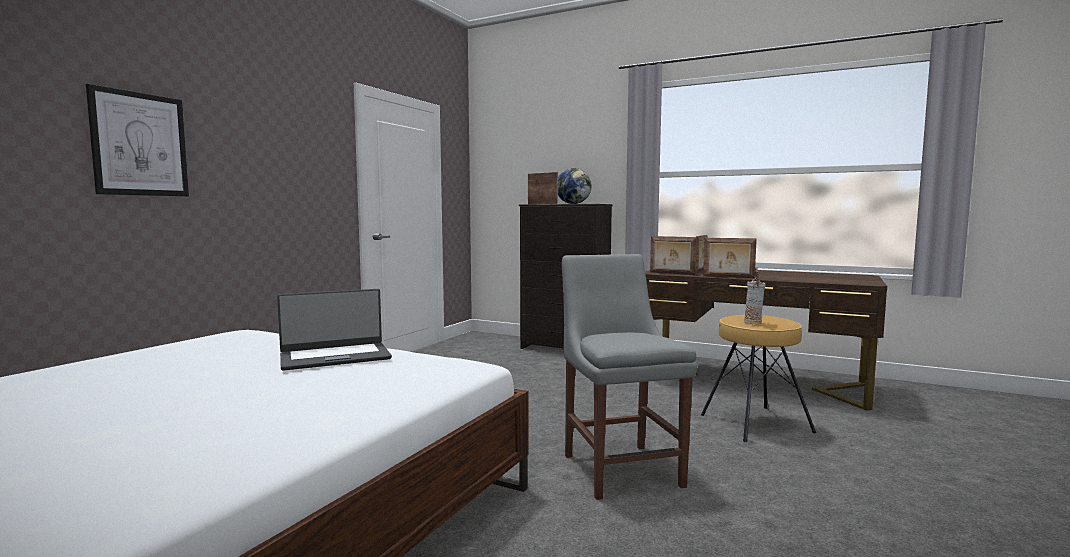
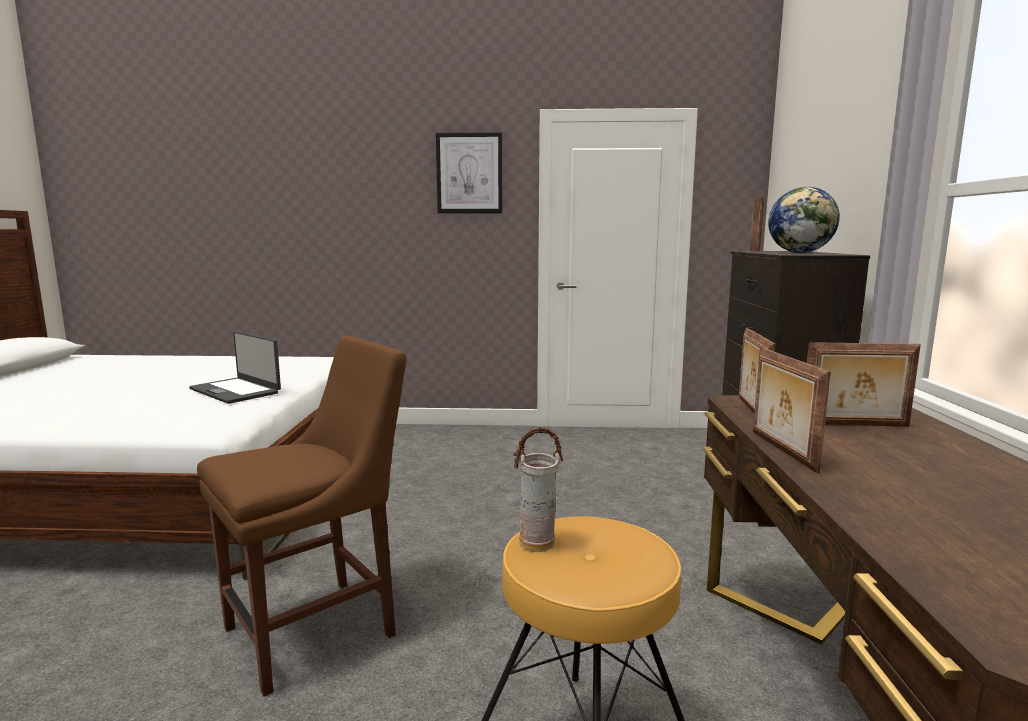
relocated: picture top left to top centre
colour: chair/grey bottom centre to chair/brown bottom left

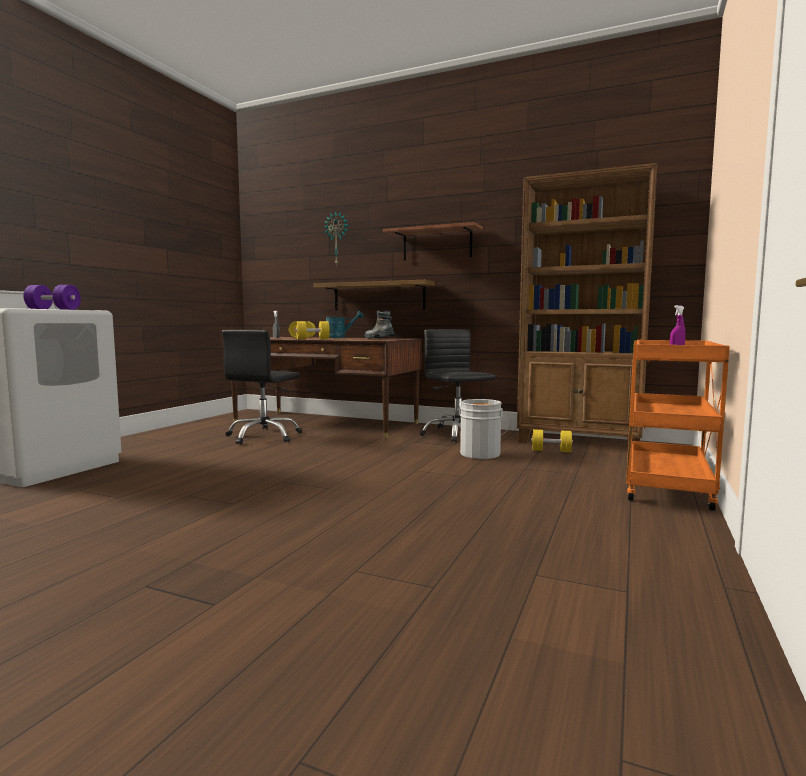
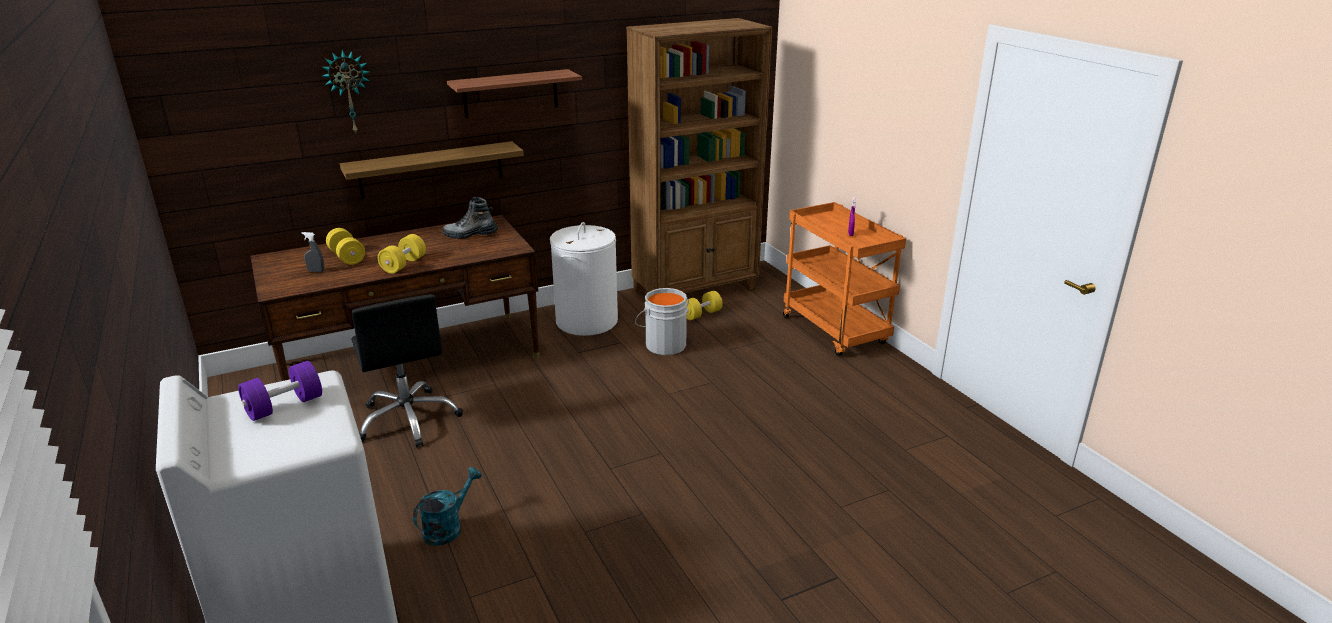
relocated: watering can/turquoise centre to bottom centre
exchanged: office chair/black (no. 2 from left) centre to laundry basket/white centre

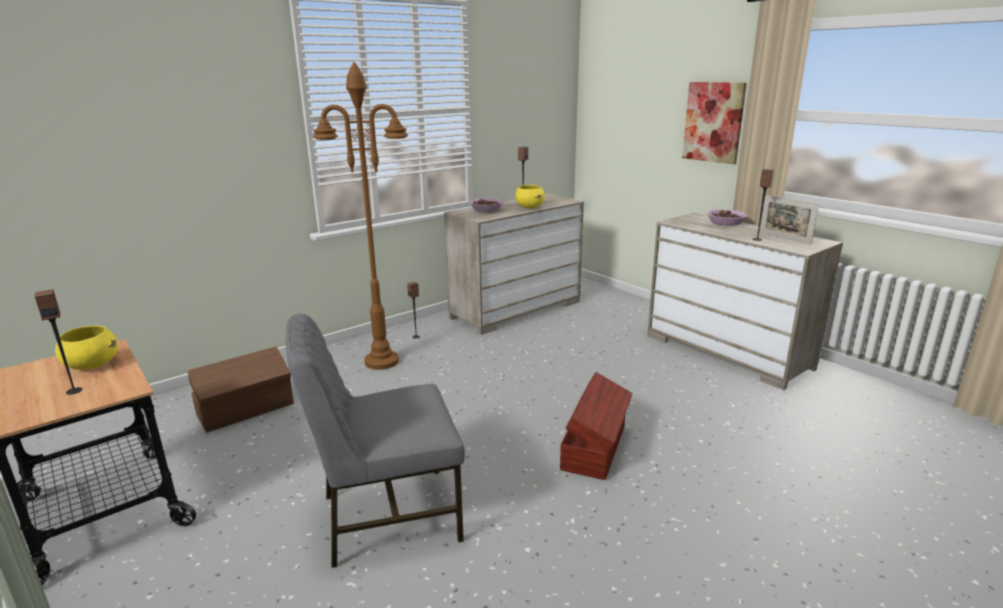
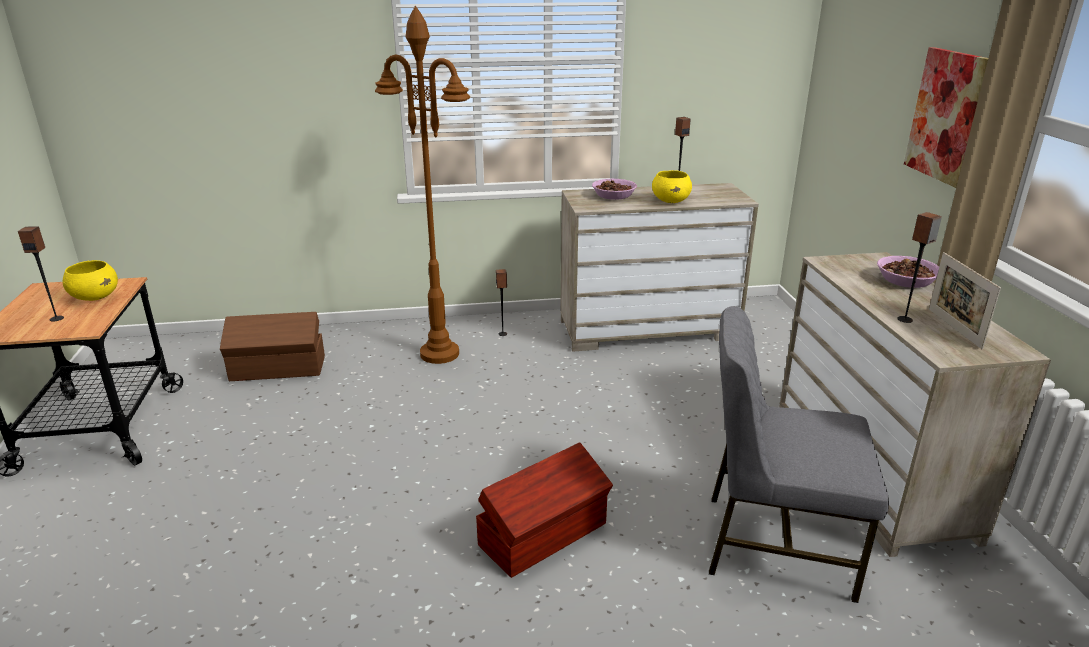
relocated: chair/grey bottom centre to bottom right

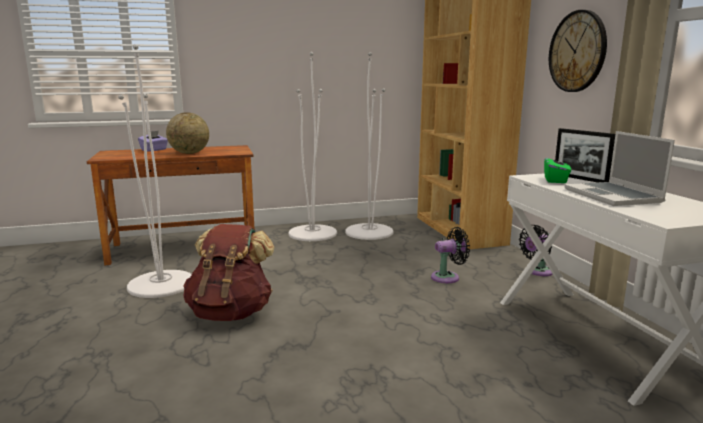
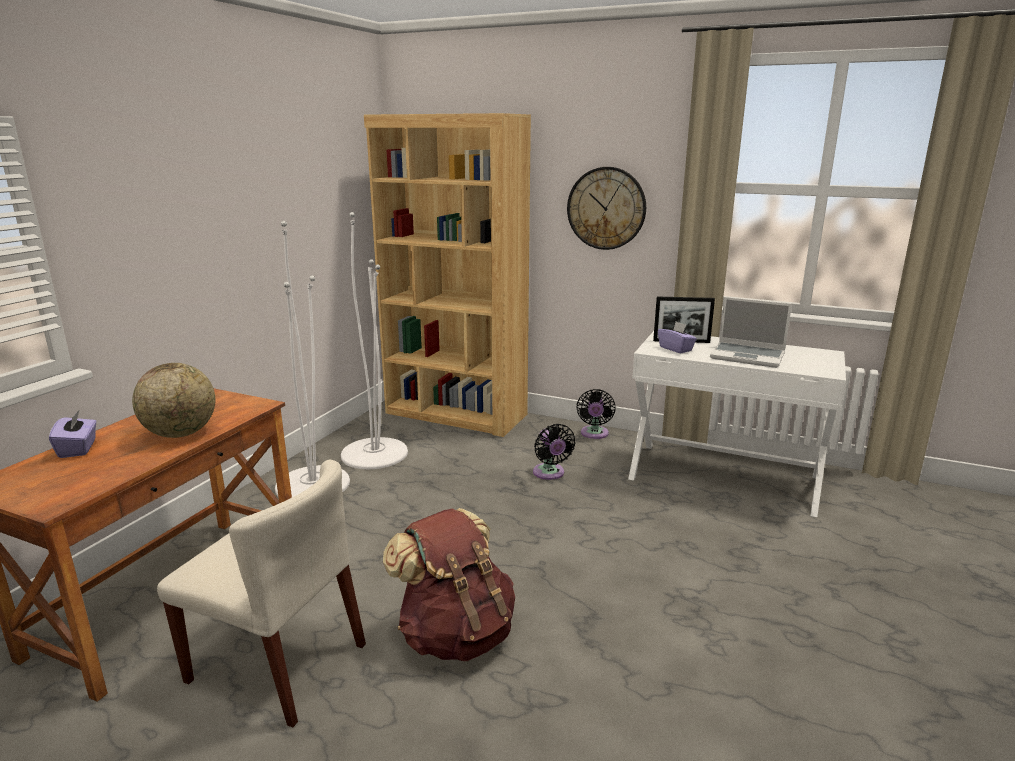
exchanged: floor lamp/white (no. 1 from left) middle left to chair/beige bottom left
colour: tissue box/green middle right to tissue box/purple (no. 2 from left) middle right
spun: fan/black (no. 1 from left) centre = centre 135 degrees clockwise

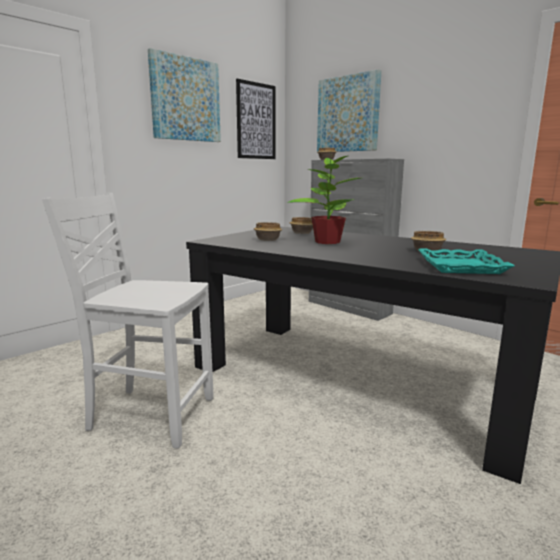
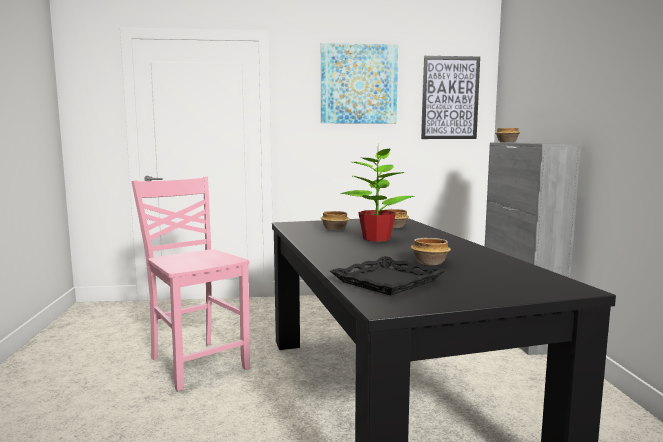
missing: picture (no. 3 from left) top centre
colour: chair/white middle left to chair/pink middle left; tray/turquoise middle right to tray/black centre

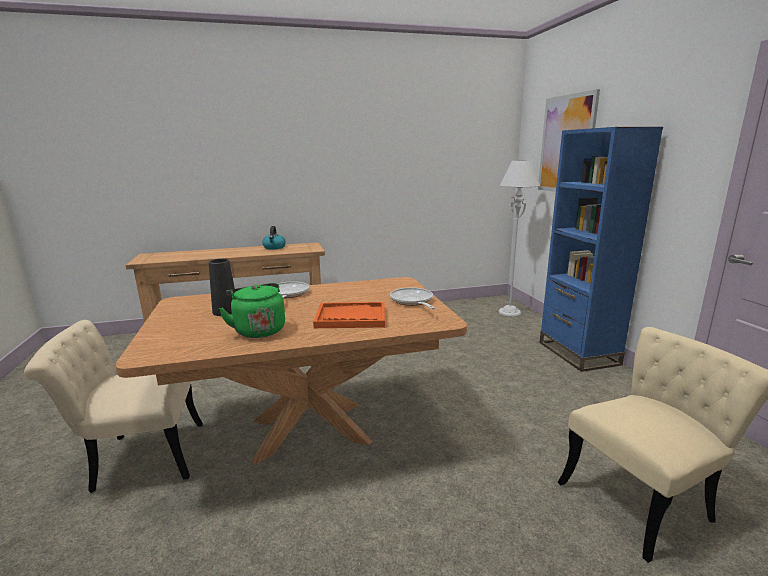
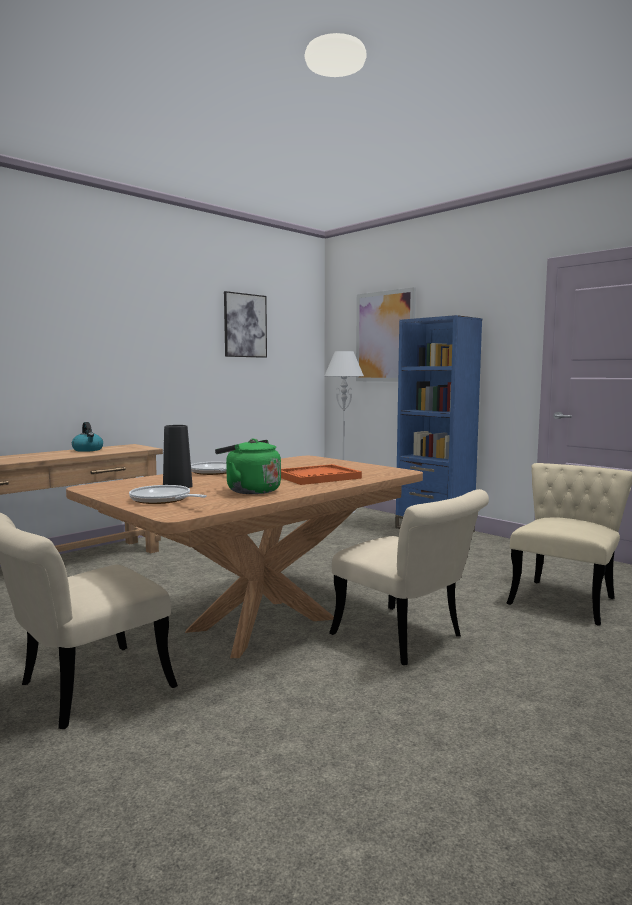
appeared: picture (no. 1 from left) centre; chair/beige (no. 2 from left) centre
relocated: frying pan (no. 2 from left in the first image) centre to frying pan (no. 1 from left) middle left

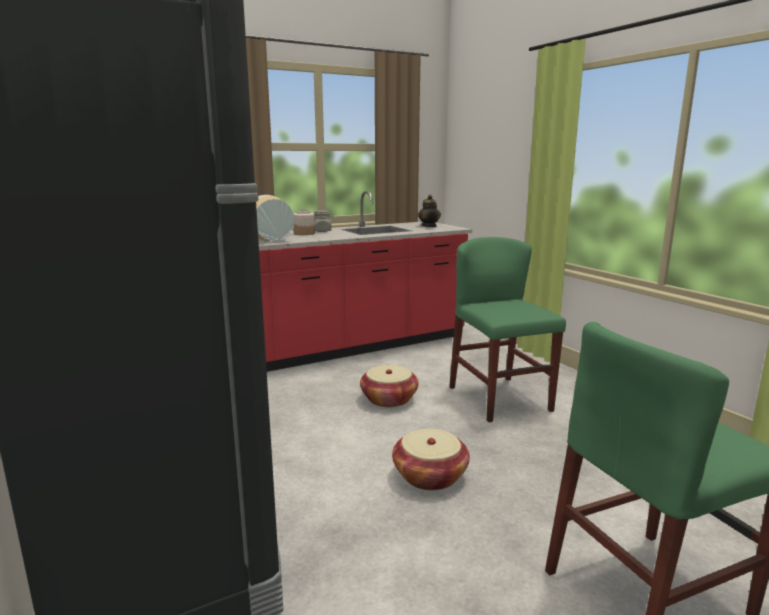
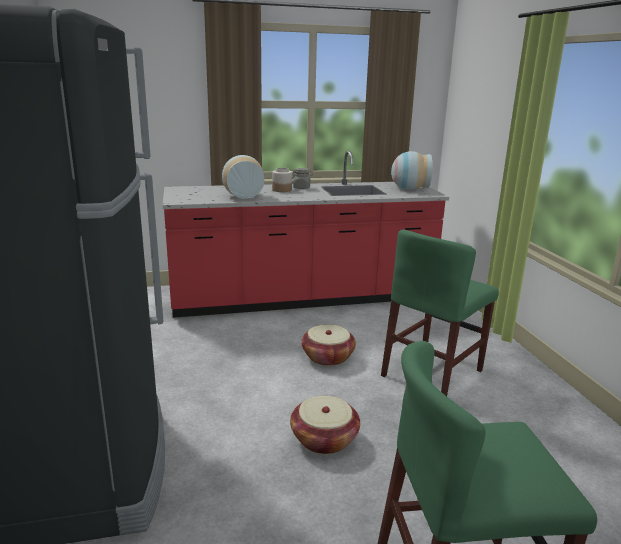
exchanged: teapot centre to vase (no. 2 from left) top centre
spun: chair/green (no. 1 from left) centre = middle right 135 degrees counterclockwise

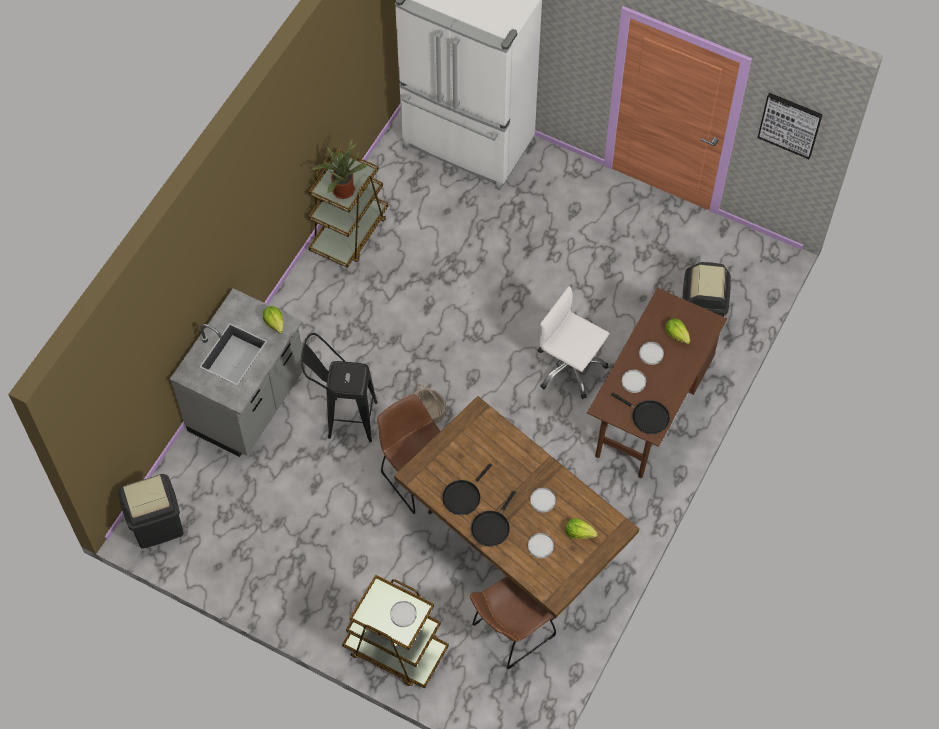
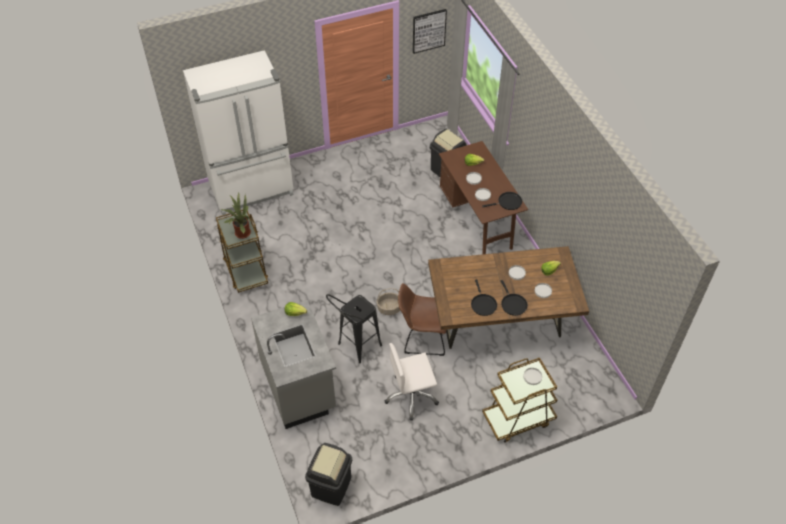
missing: chair/brown (no. 2 from left) bottom centre
relocated: office chair/white centre to bottom centre

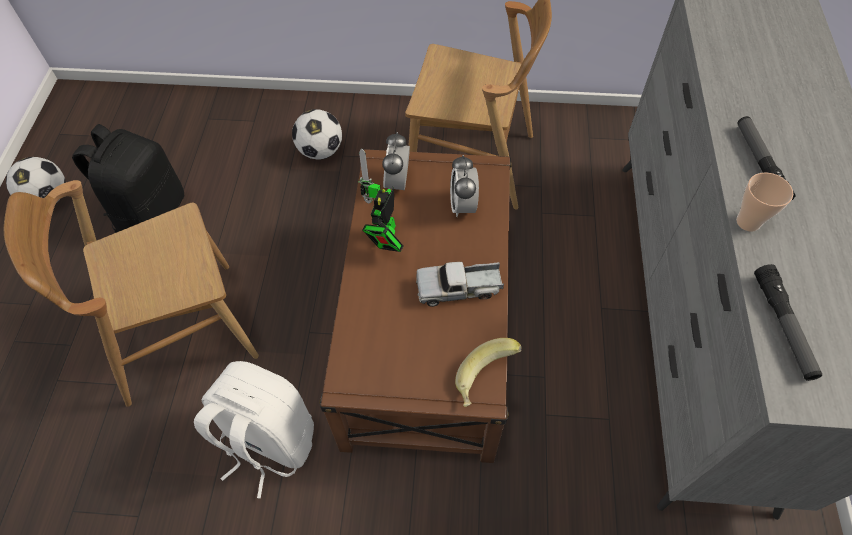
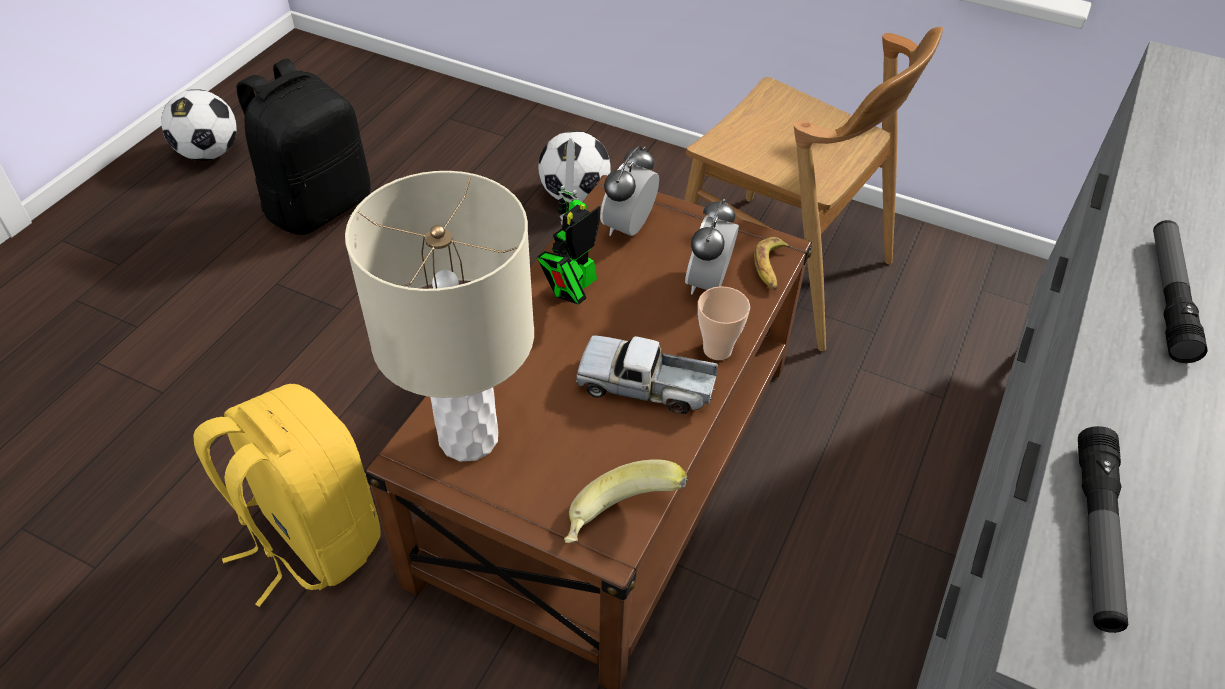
missing: chair/brown (no. 1 from left) middle left
appeared: table lamp/beige centre; banana (no. 2 from left) centre
relocated: cup middle right to centre
colour: backpack/white bottom left to backpack/yellow bottom left

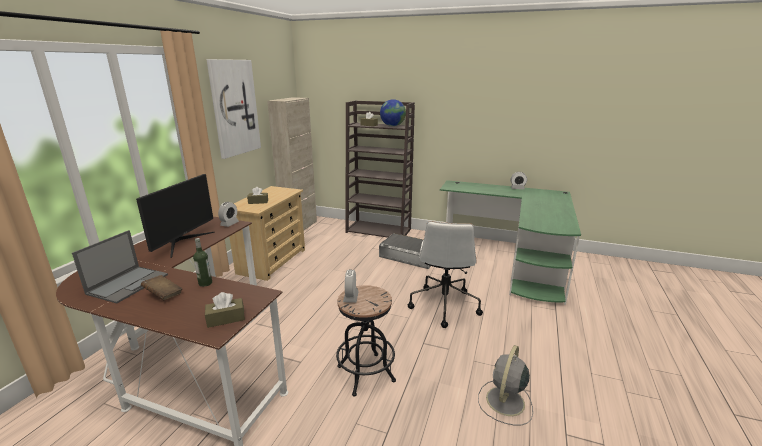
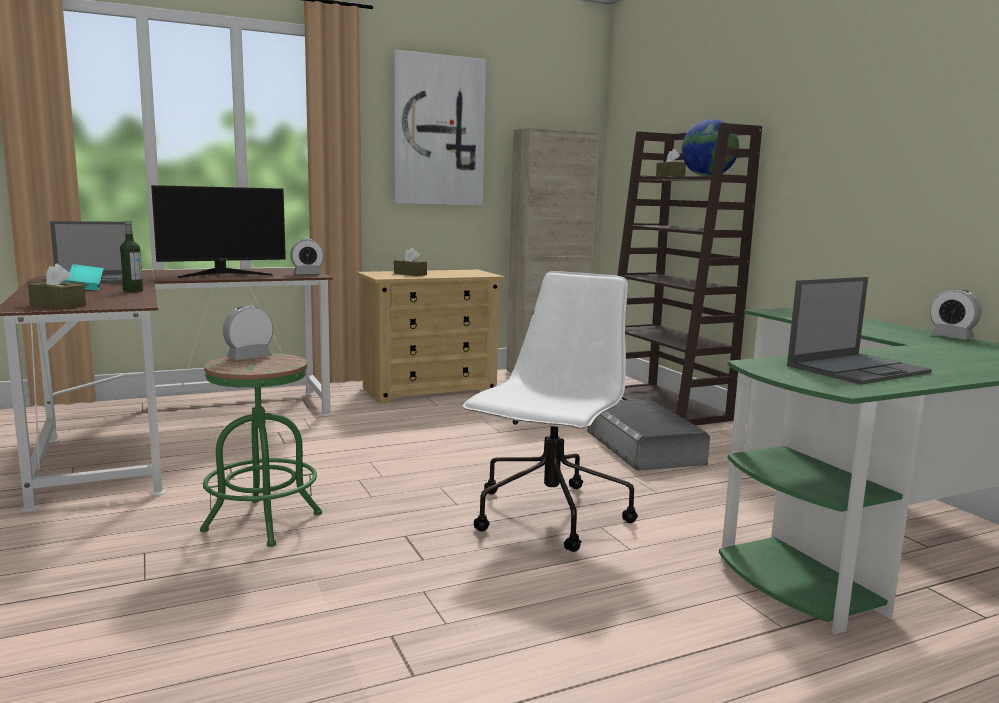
missing: fan/grey bottom centre
appeared: laptop (no. 2 from left) middle right
colour: book/brown middle left to book/turquoise middle left; stool/black bottom centre to stool/green middle left
spun: office chair/white centre = centre 150 degrees clockwise

